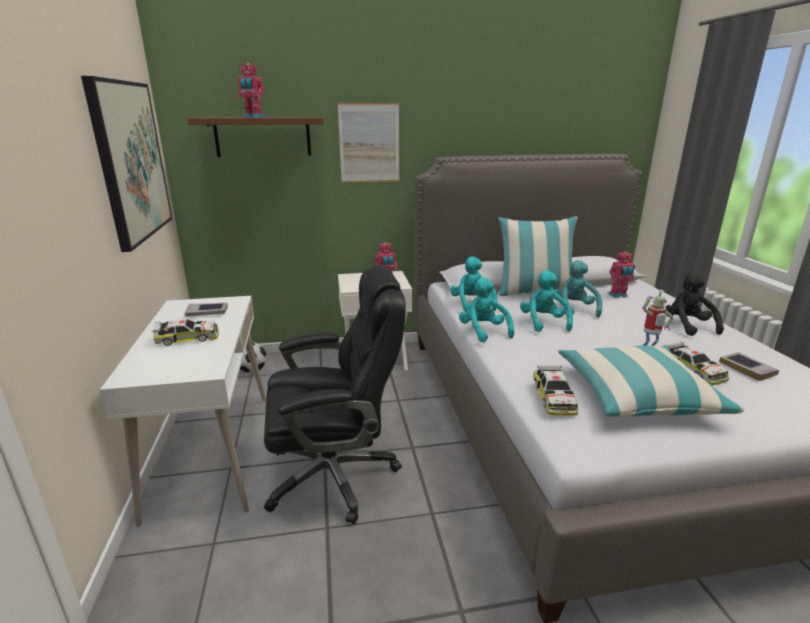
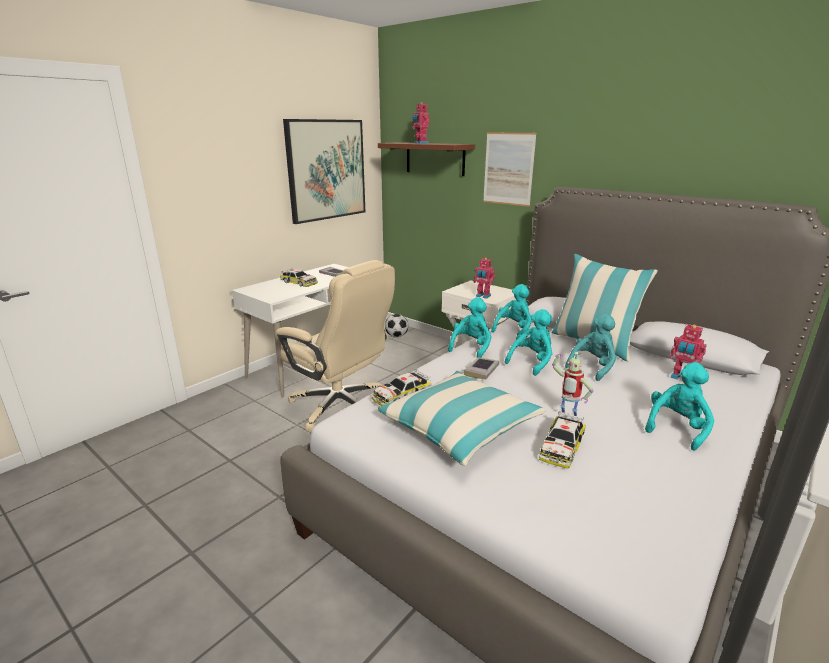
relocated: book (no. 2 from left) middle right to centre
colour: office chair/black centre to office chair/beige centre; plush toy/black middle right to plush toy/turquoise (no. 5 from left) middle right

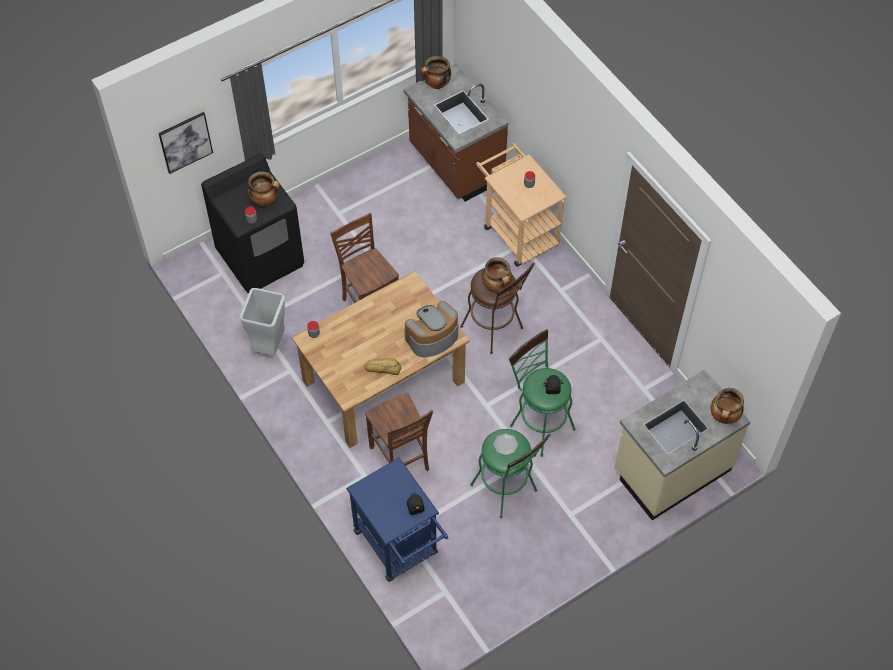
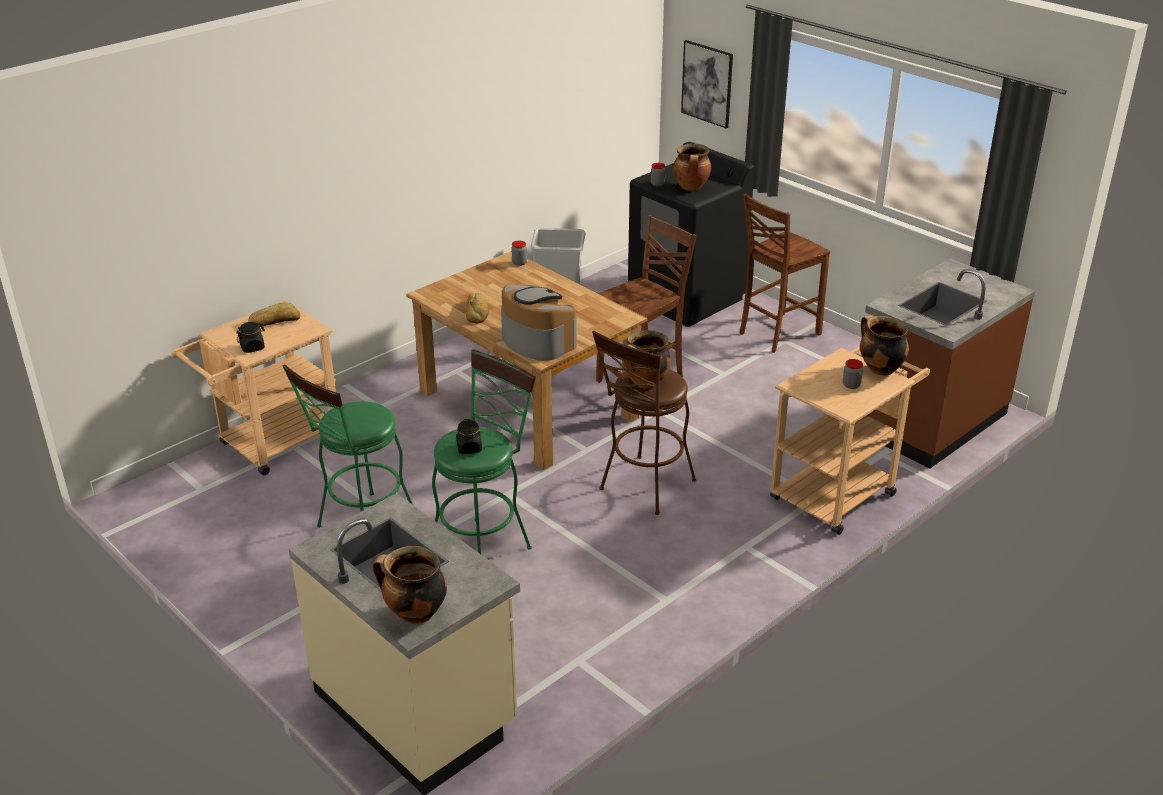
missing: plate centre
appeared: bread (no. 1 from left) middle left
relocated: chair/brown (no. 2 from left) centre to middle right; cooking pot (no. 2 from left in the first image) top centre to cooking pot (no. 4 from left) middle right
colour: cart/blue bottom centre to cart/beige (no. 1 from left) middle left

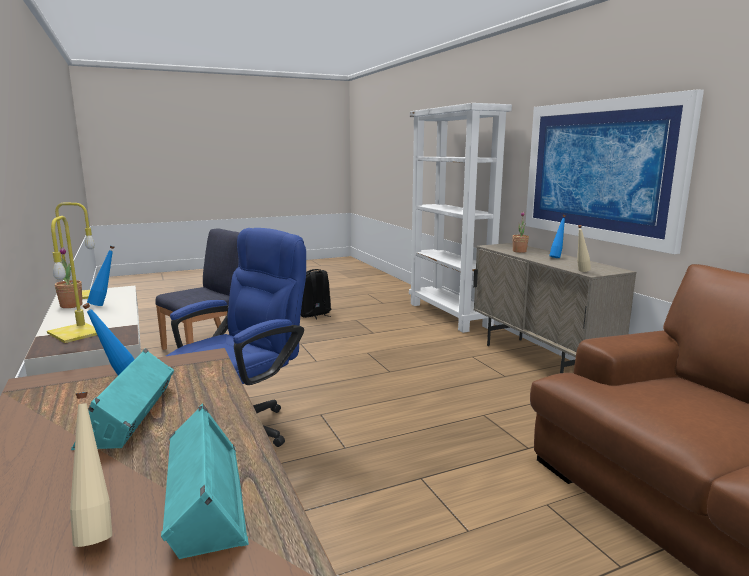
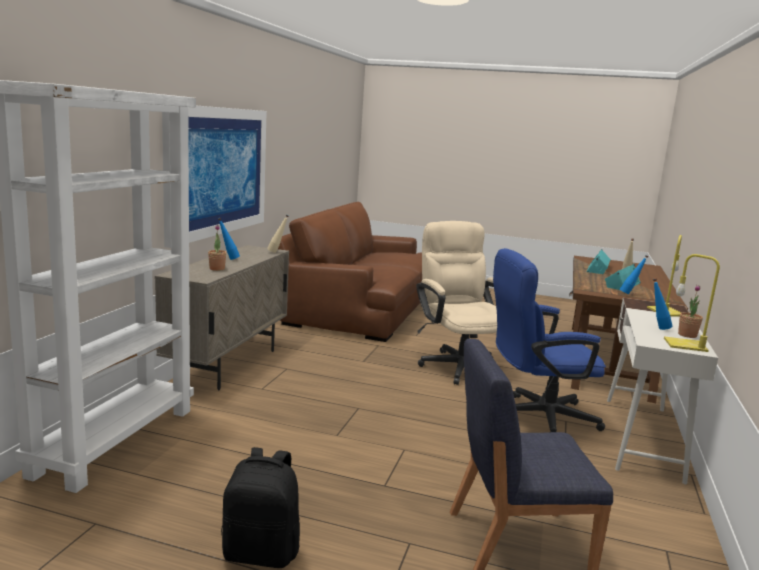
appeared: office chair/beige centre

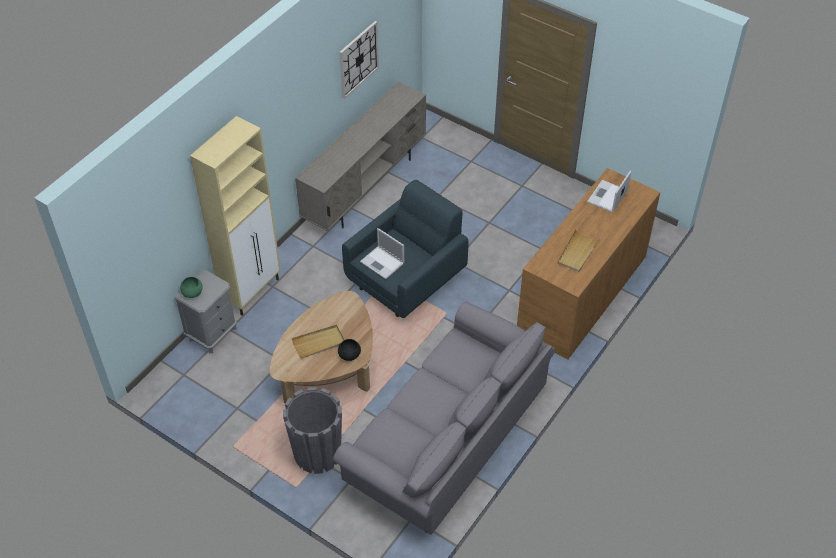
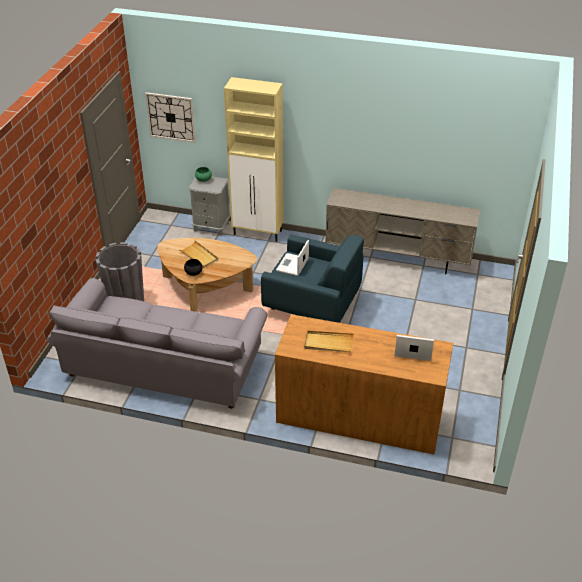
relocated: wall clock top centre to top left

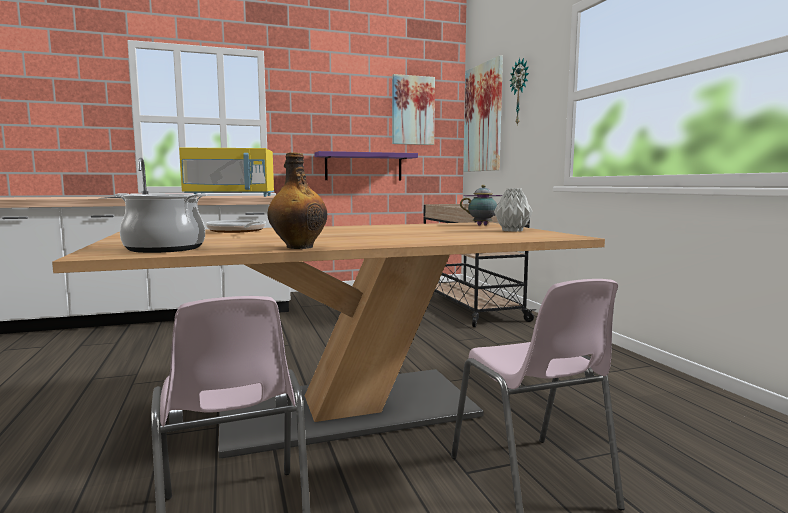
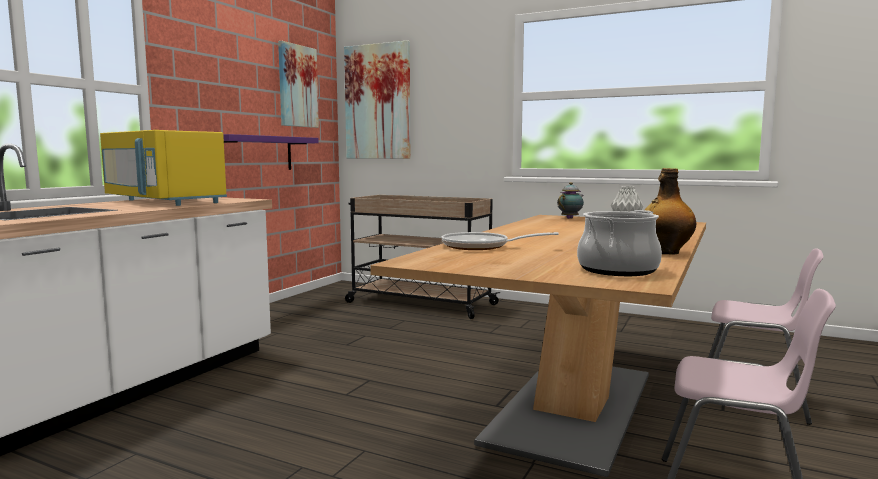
missing: wall clock top centre
spun: microwave/yellow middle left = middle left 90 degrees clockwise

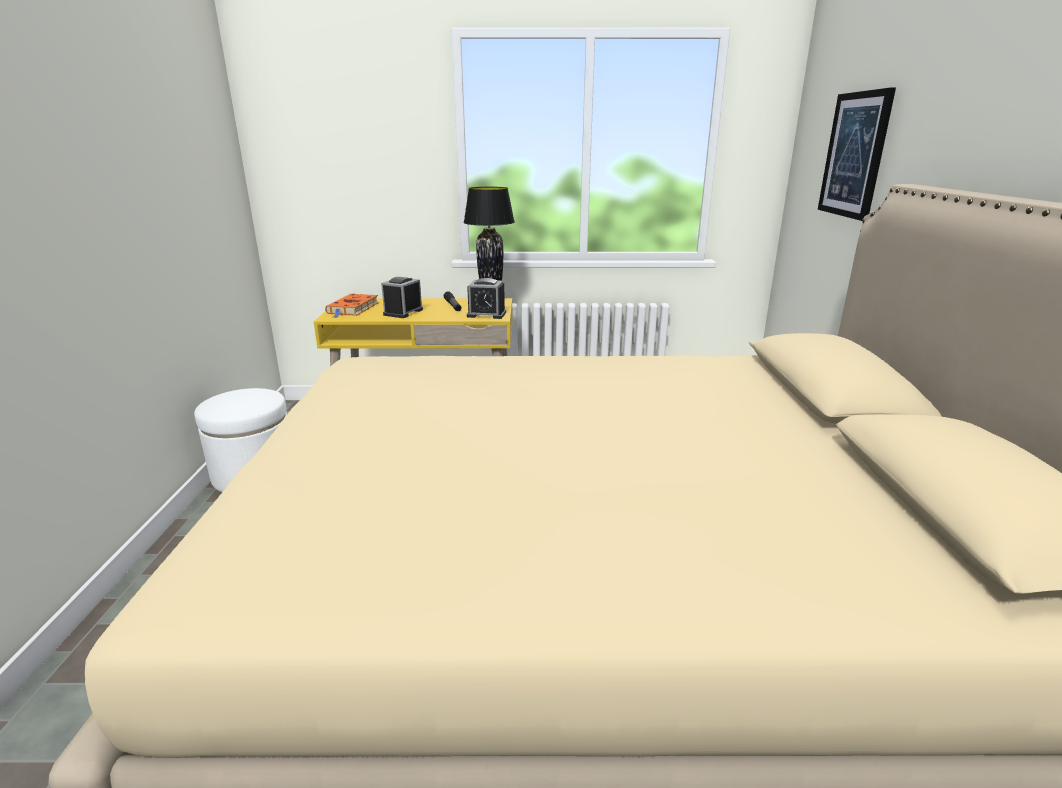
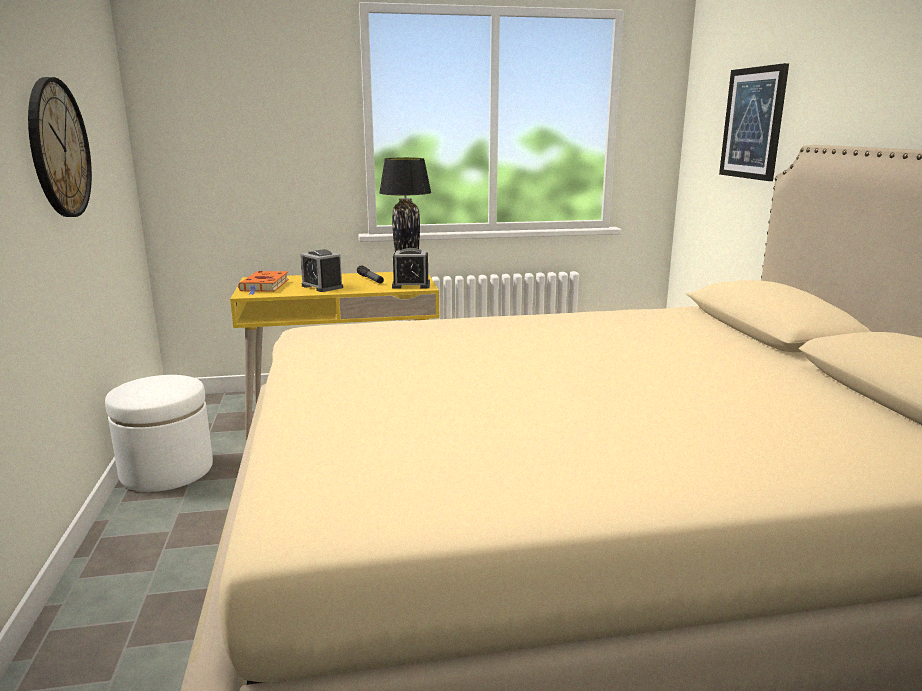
appeared: wall clock top left
spun: alarm clock (no. 1 from left) centre = centre 60 degrees counterclockwise

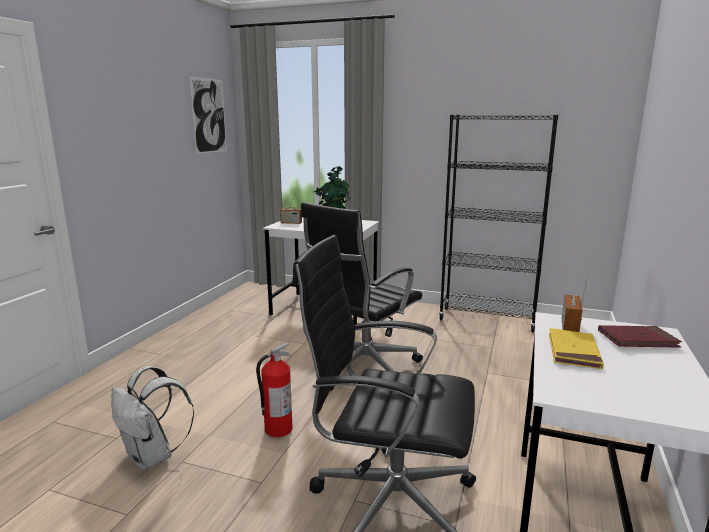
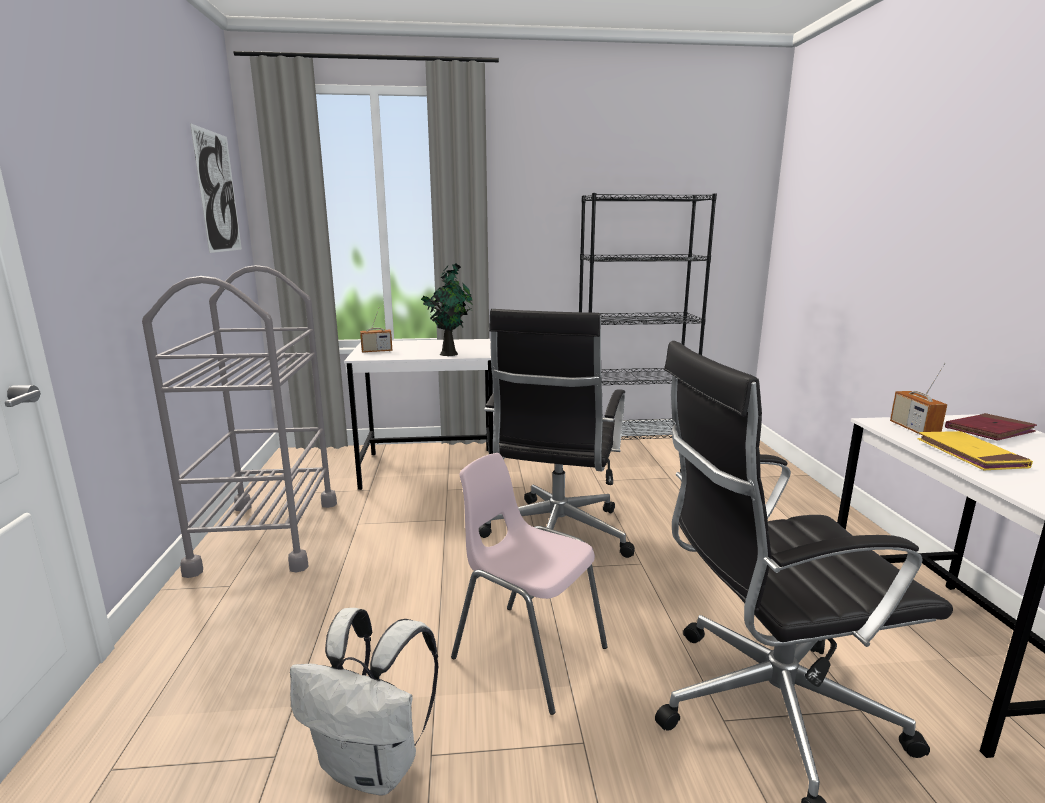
appeared: cart/grey middle left
exchanged: fire extinguisher bottom centre to chair/pink bottom centre

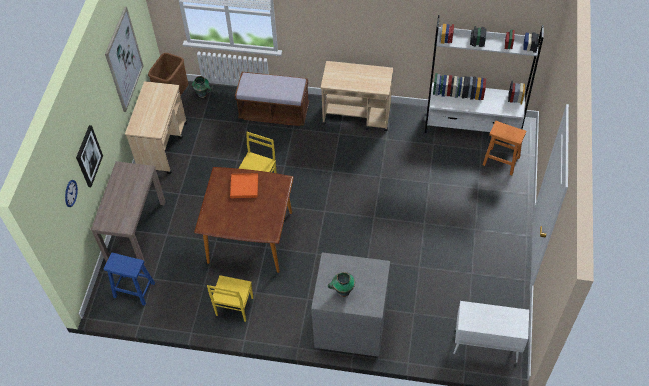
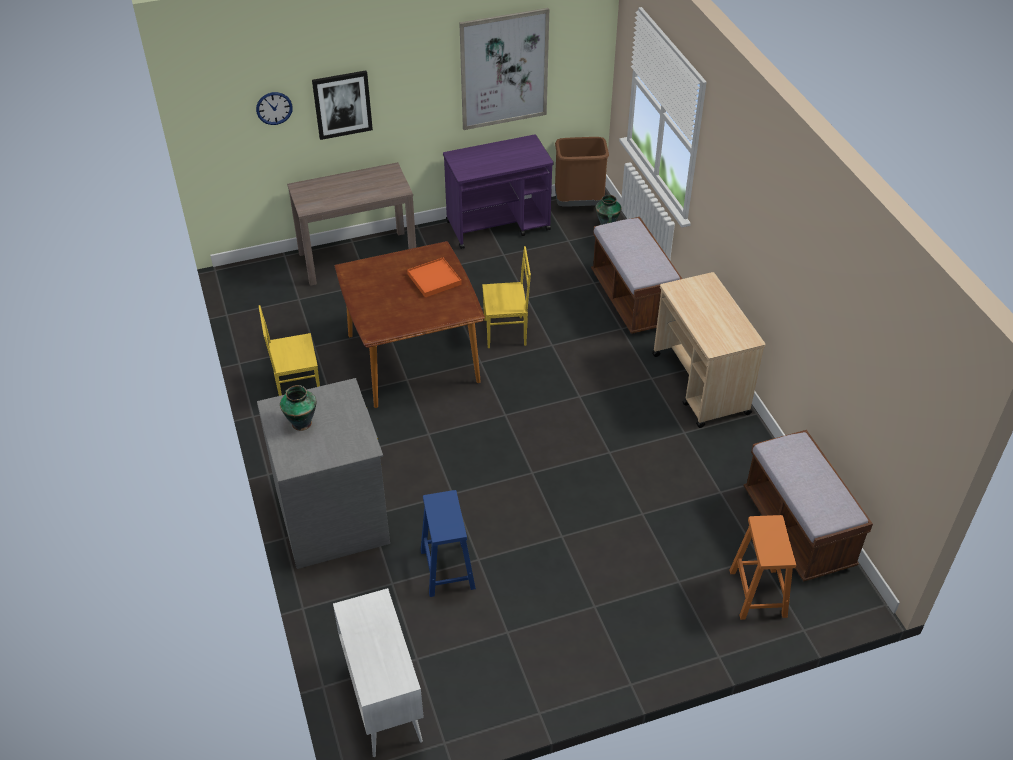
relocated: stool/blue bottom left to bottom centre
exchanged: bookcase/white top right to bench/brown (no. 2 from left) middle right
colour: cart/beige (no. 1 from left) top left to cart/purple top centre

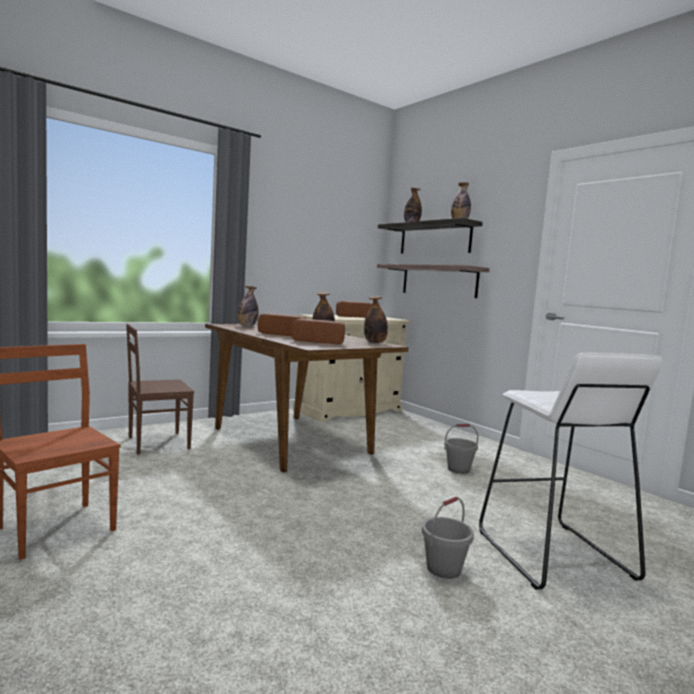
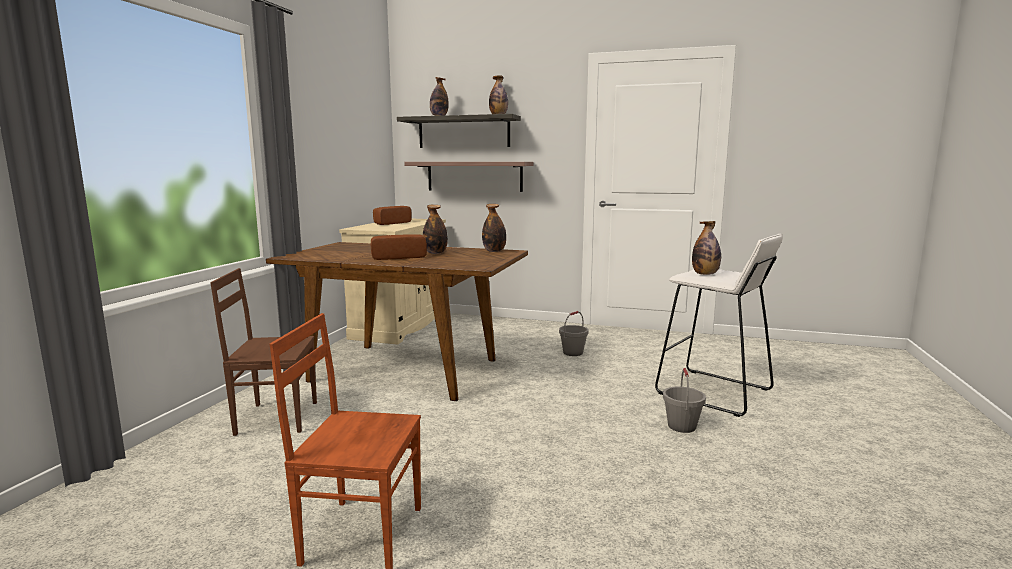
missing: bread (no. 2 from left) centre
relocated: bottle (no. 1 from left in the first image) centre to bottle (no. 5 from left) middle right
spun: chair/brown (no. 2 from left in the first image) middle left = middle left 60 degrees clockwise

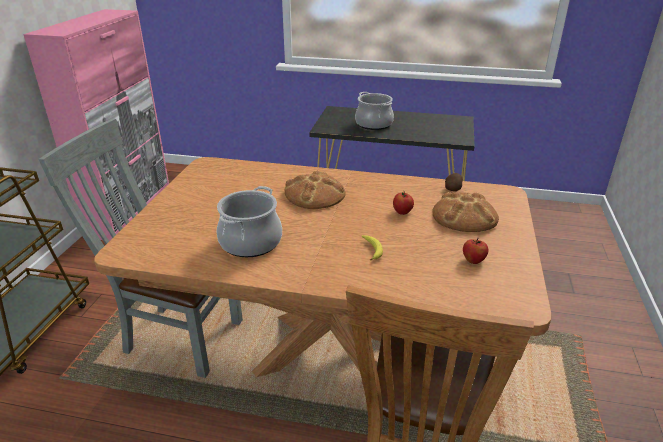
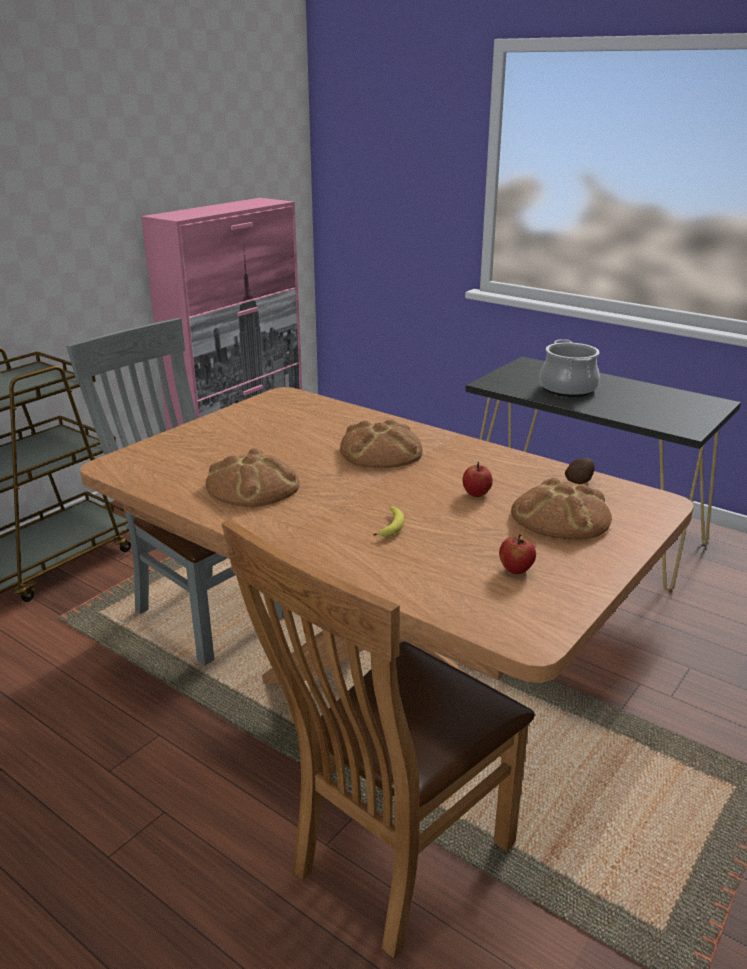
exchanged: cooking pot (no. 1 from left) centre to bread (no. 1 from left) centre

